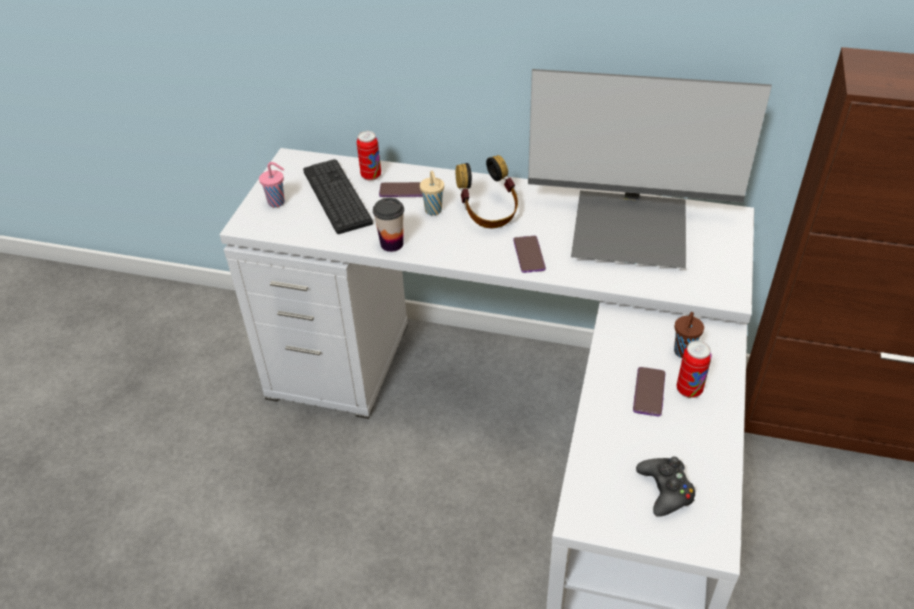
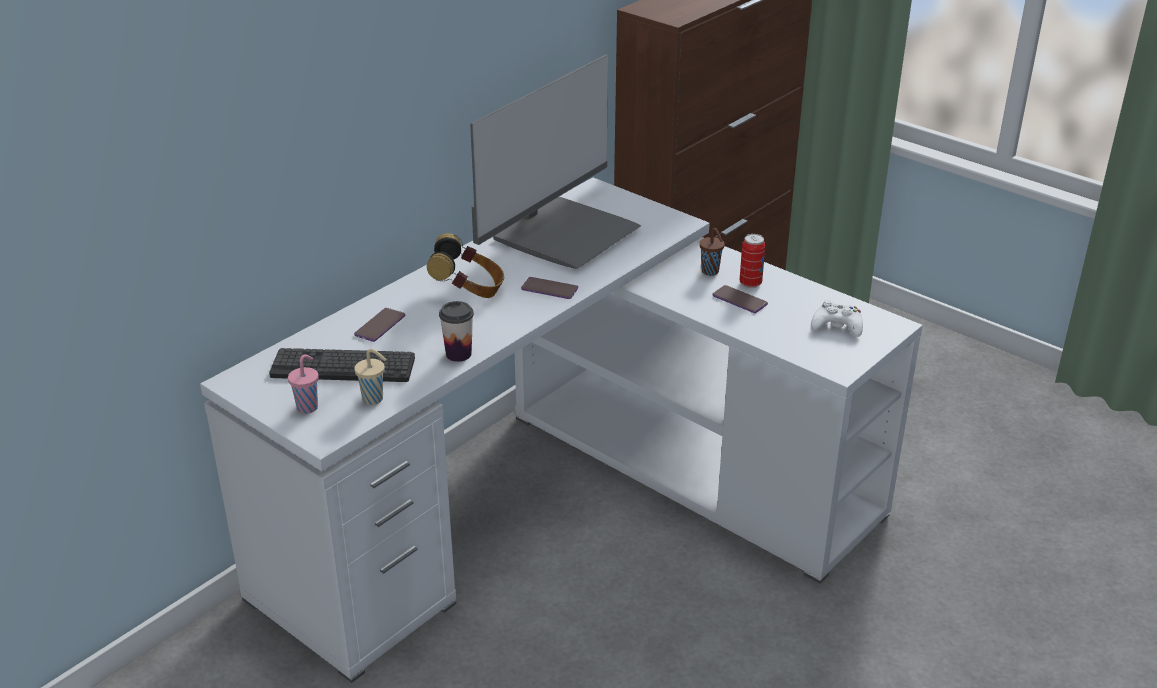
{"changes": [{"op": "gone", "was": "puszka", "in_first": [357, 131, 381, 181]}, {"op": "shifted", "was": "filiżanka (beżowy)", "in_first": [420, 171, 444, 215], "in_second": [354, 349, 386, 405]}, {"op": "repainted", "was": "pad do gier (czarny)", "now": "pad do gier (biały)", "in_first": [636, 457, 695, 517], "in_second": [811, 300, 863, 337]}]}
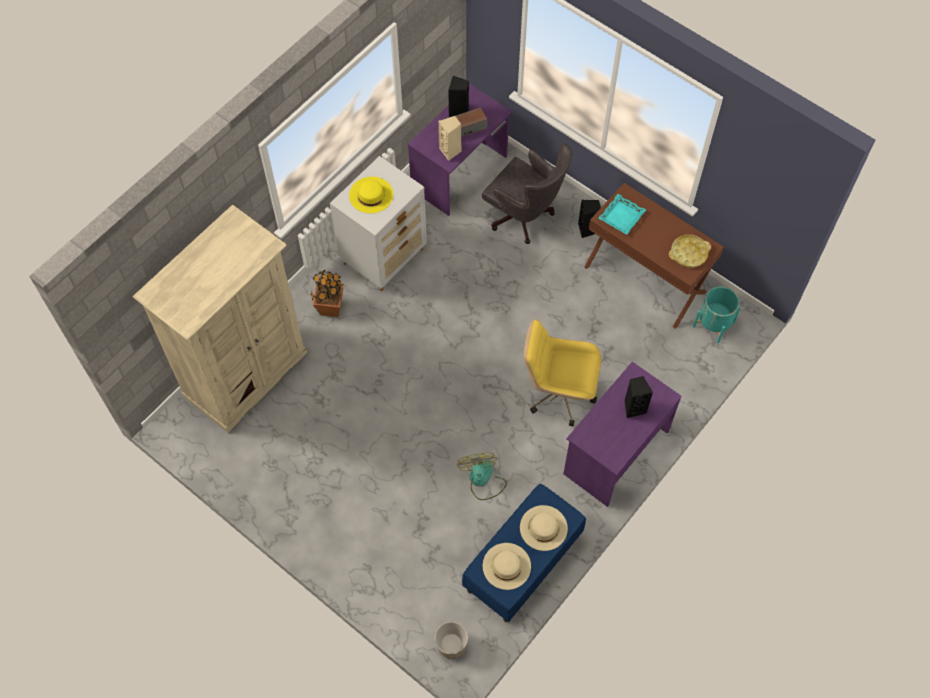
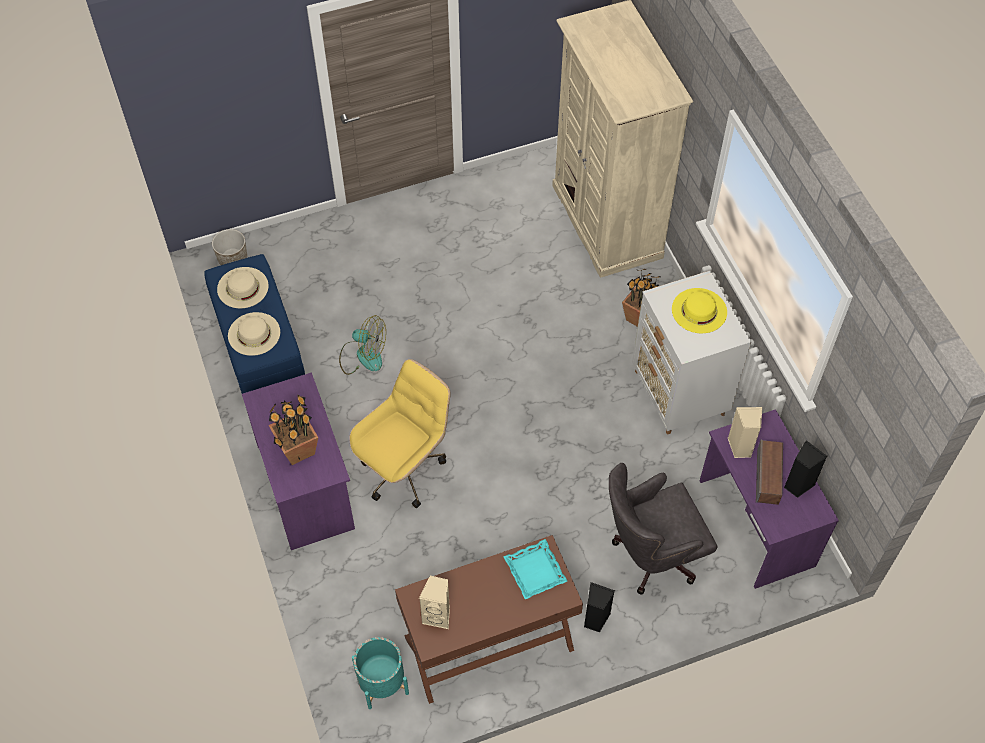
{"changes": [{"op": "swapped", "was": "taca (żółty)", "now": "głośnik (beżowy)", "in_first": [669, 235, 711, 267], "in_second": [419, 576, 450, 629]}, {"op": "swapped", "was": "głośnik (czarny)", "now": "roślina doniczkowa", "in_first": [624, 376, 653, 418], "in_second": [269, 395, 318, 465]}]}
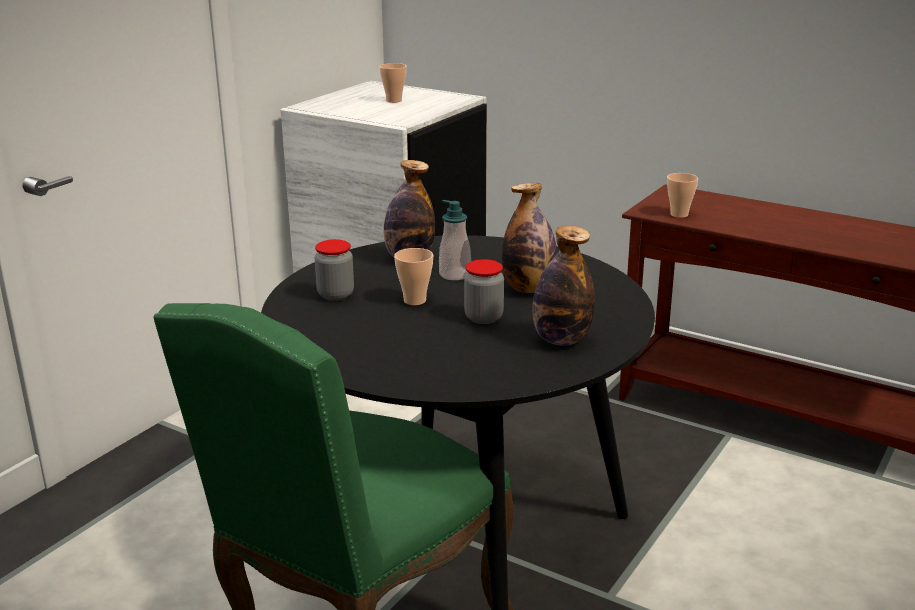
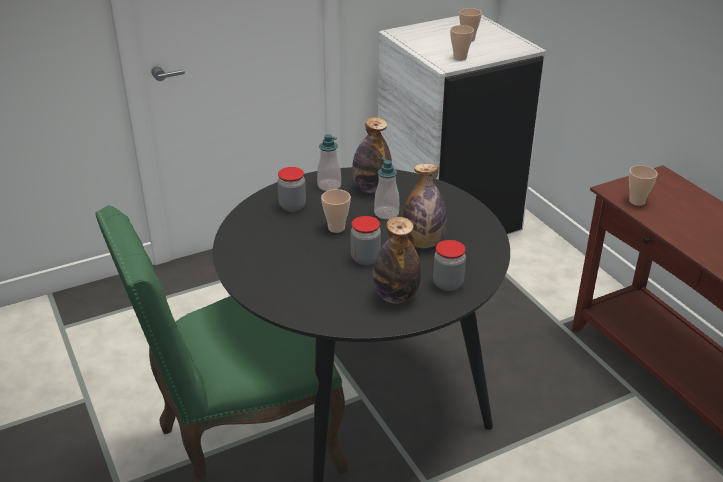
{"changes": [{"op": "new", "now": "filiżanka", "in_second": [450, 25, 474, 61]}, {"op": "new", "now": "dozownik mydła", "in_second": [317, 134, 341, 191]}, {"op": "new", "now": "słoik", "in_second": [433, 240, 466, 291]}]}
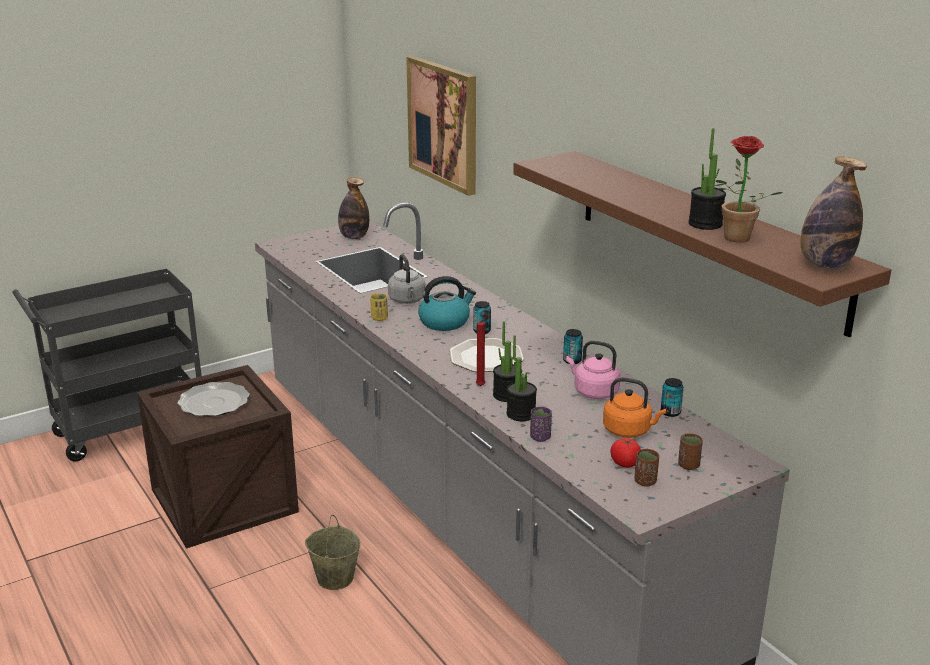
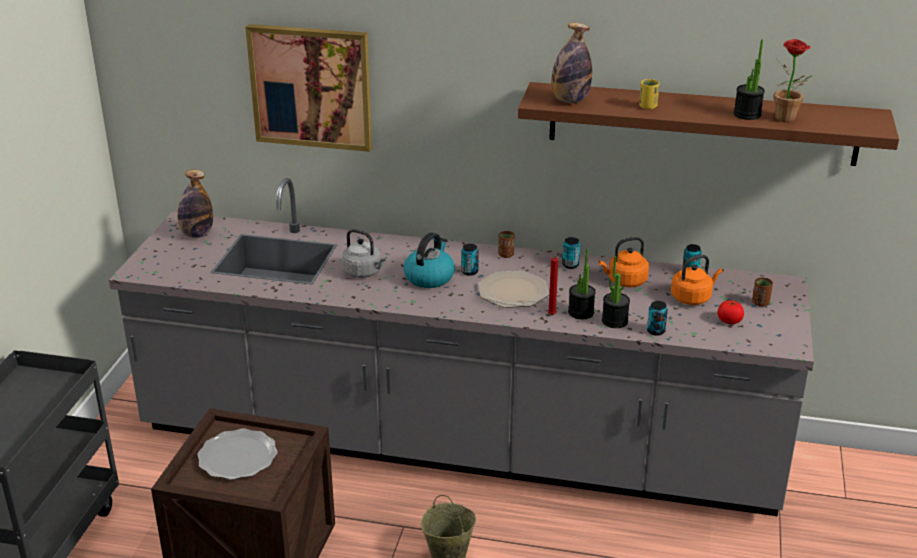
{"changes": [{"op": "shifted", "was": "butelka", "in_first": [800, 157, 867, 269], "in_second": [551, 23, 592, 103]}, {"op": "shifted", "was": "filiżanka (żółty)", "in_first": [370, 293, 388, 321], "in_second": [639, 79, 659, 110]}, {"op": "repainted", "was": "czajnik (różowy)", "now": "czajnik (pomarańczowy)", "in_first": [566, 341, 621, 399], "in_second": [599, 237, 649, 287]}, {"op": "swapped", "was": "filiżanka (fioletowy)", "now": "puszka", "in_first": [530, 407, 552, 442], "in_second": [647, 301, 668, 336]}, {"op": "shifted", "was": "filiżanka (brązowy)", "in_first": [634, 449, 659, 487], "in_second": [498, 231, 515, 258]}]}
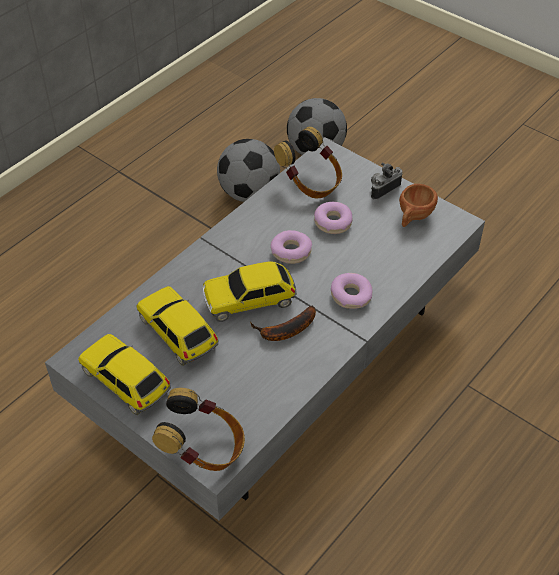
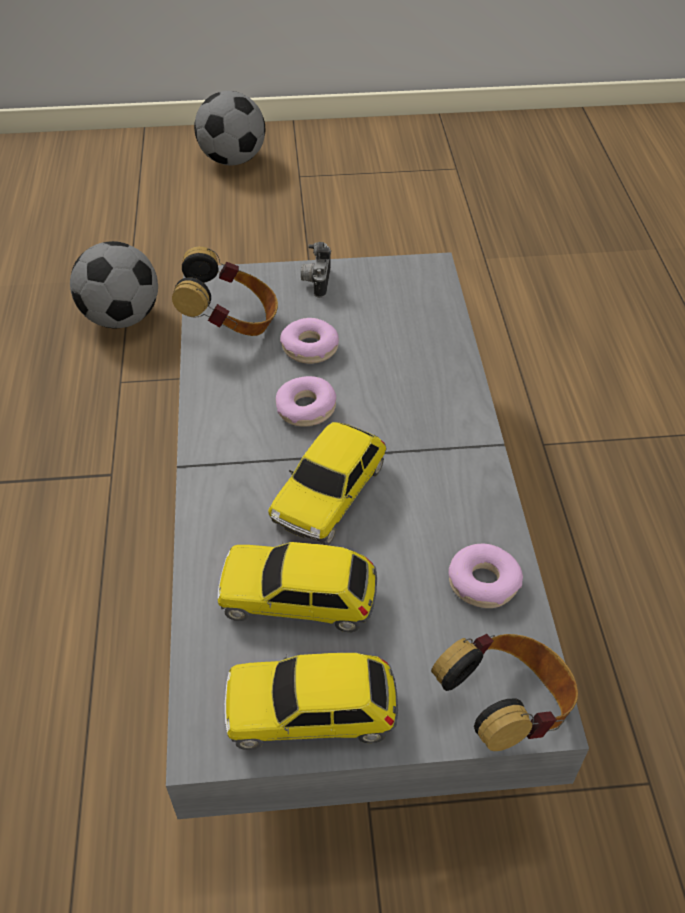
{"changes": [{"op": "shifted", "was": "piłka futbolowa", "in_first": [217, 139, 280, 202], "in_second": [194, 91, 265, 165]}, {"op": "gone", "was": "filiżanka (brązowy)", "in_first": [399, 184, 438, 227]}, {"op": "shifted", "was": "donut", "in_first": [331, 273, 372, 309], "in_second": [448, 544, 523, 608]}, {"op": "gone", "was": "banan", "in_first": [250, 306, 316, 341]}]}
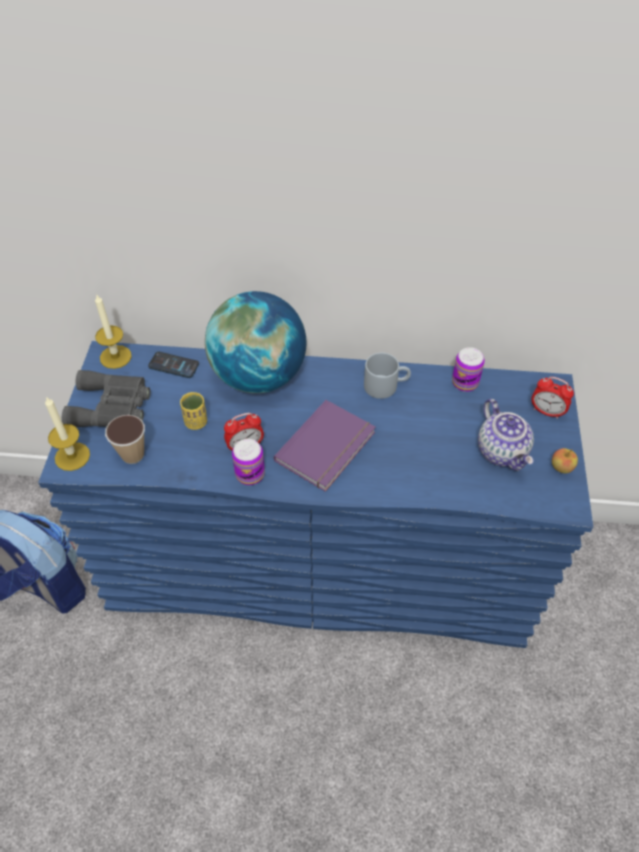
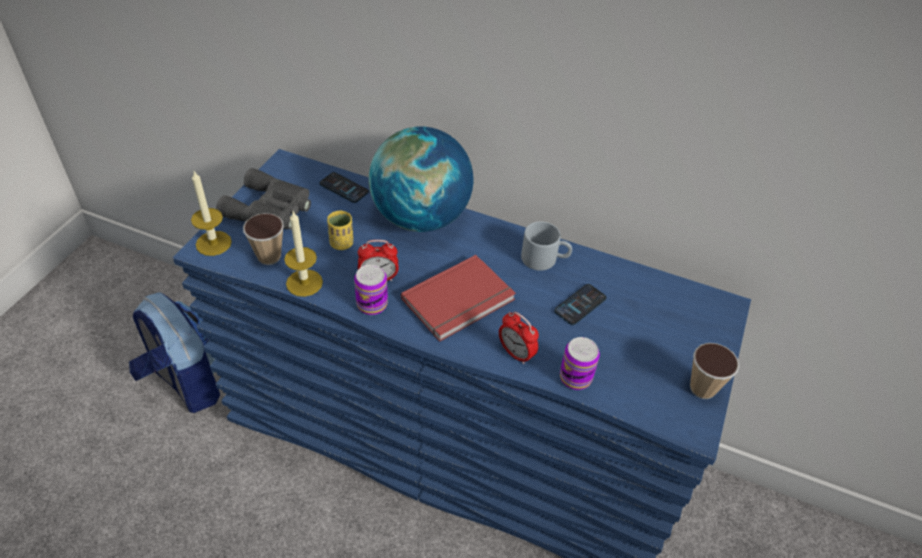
{"changes": [{"op": "shifted", "was": "świeca", "in_first": [95, 295, 132, 369], "in_second": [284, 212, 323, 297]}, {"op": "shifted", "was": "puszka", "in_first": [452, 347, 485, 392], "in_second": [560, 337, 600, 390]}, {"op": "shifted", "was": "budzik", "in_first": [532, 377, 574, 419], "in_second": [499, 312, 539, 364]}, {"op": "gone", "was": "imbryk", "in_first": [478, 399, 534, 471]}, {"op": "repainted", "was": "książka (fioletowy)", "now": "książka (czerwony)", "in_first": [274, 400, 376, 492], "in_second": [401, 255, 516, 342]}, {"op": "swapped", "was": "jabłko", "now": "filiżanka", "in_first": [552, 448, 578, 473], "in_second": [690, 343, 739, 399]}, {"op": "new", "now": "telefon", "in_second": [554, 284, 607, 325]}]}
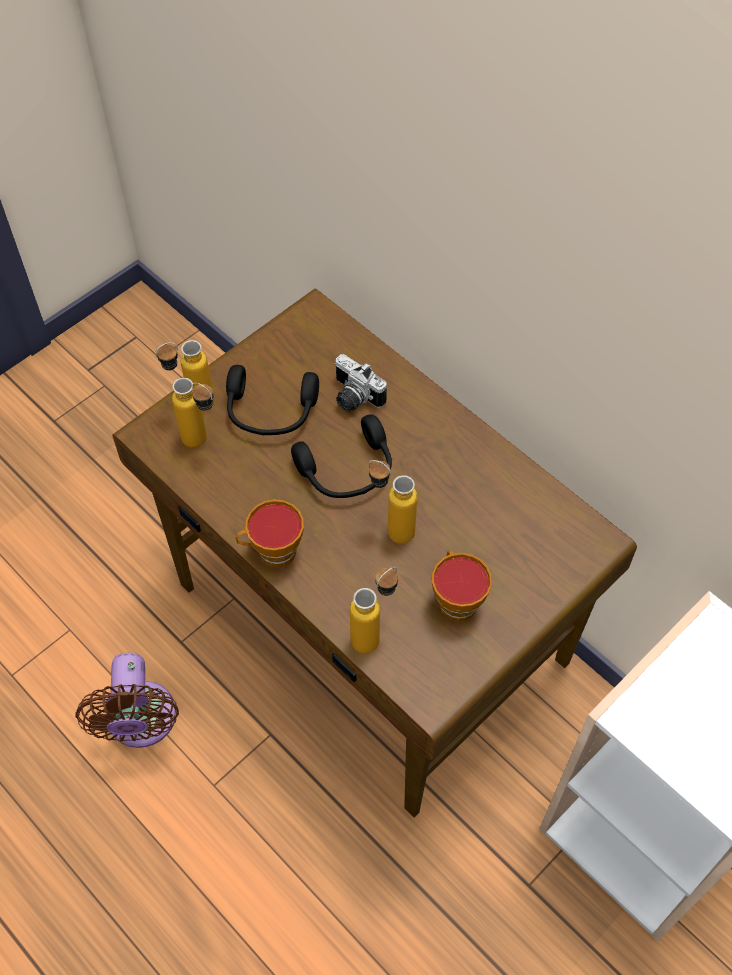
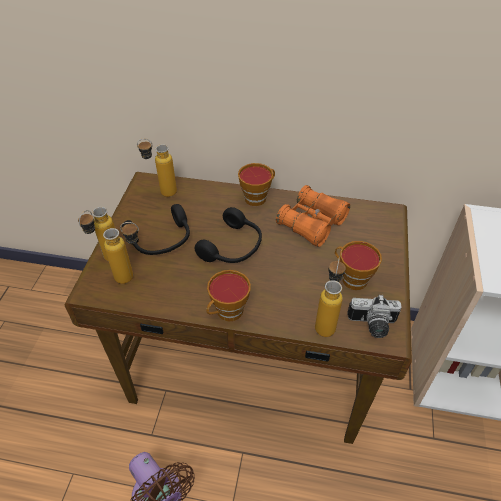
{"changes": [{"op": "shifted", "was": "aparat fotograficzny", "in_first": [334, 354, 387, 412], "in_second": [347, 295, 402, 338]}, {"op": "shifted", "was": "butelka", "in_first": [369, 460, 417, 544], "in_second": [137, 138, 177, 197]}, {"op": "new", "now": "filiżanka", "in_second": [238, 163, 275, 206]}, {"op": "new", "now": "lornetka (pomarańczowy)", "in_second": [276, 185, 350, 247]}]}
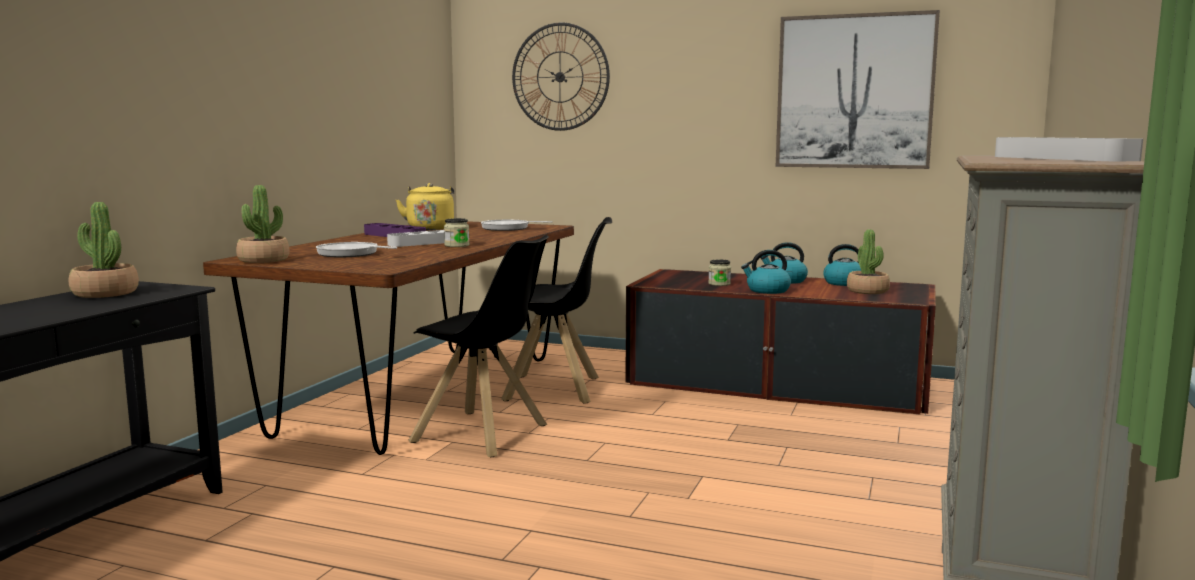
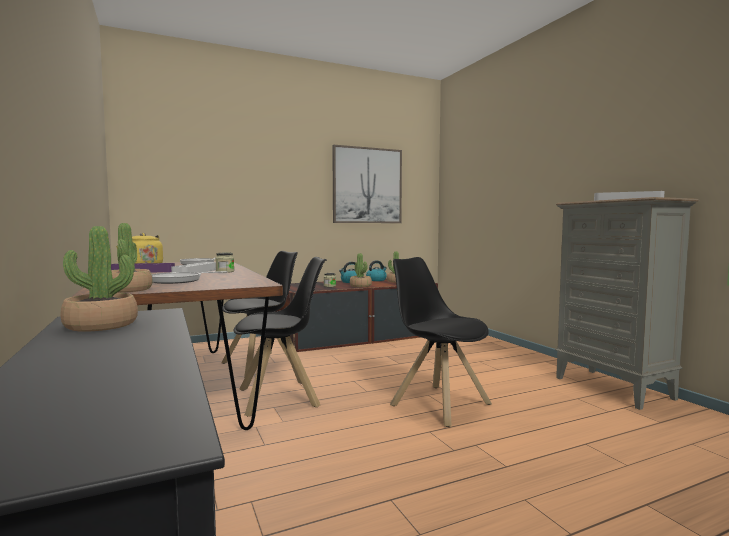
{"changes": [{"op": "gone", "was": "zegar ścienny", "in_first": [512, 23, 610, 131]}, {"op": "swapped", "was": "czajnik", "now": "roślina doniczkowa", "in_first": [741, 250, 791, 294], "in_second": [350, 253, 372, 287]}, {"op": "new", "now": "krzesło (czarny)", "in_second": [390, 257, 492, 427]}]}
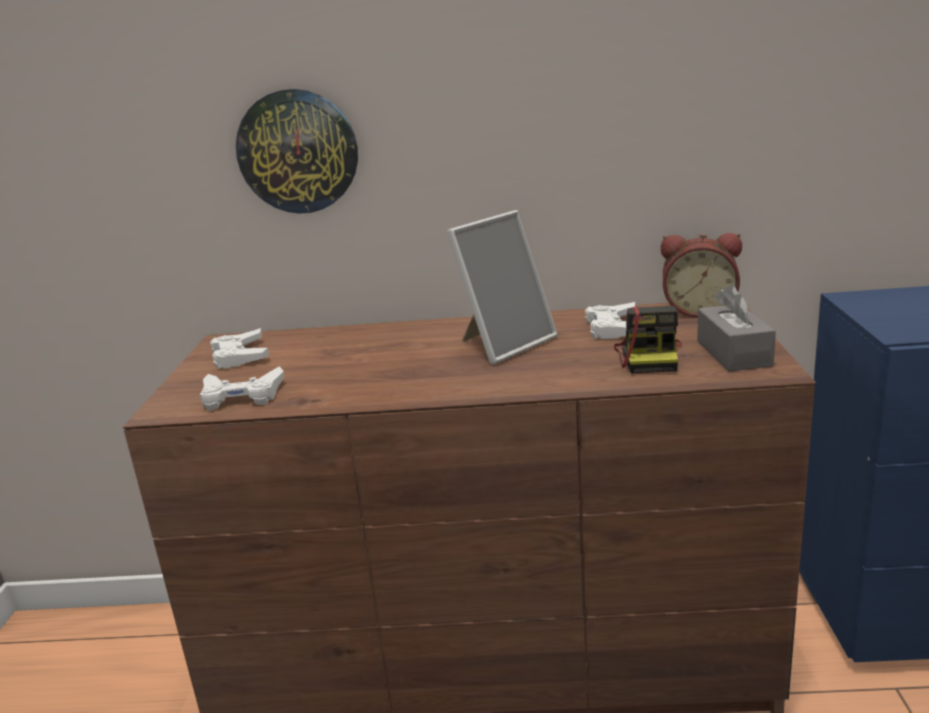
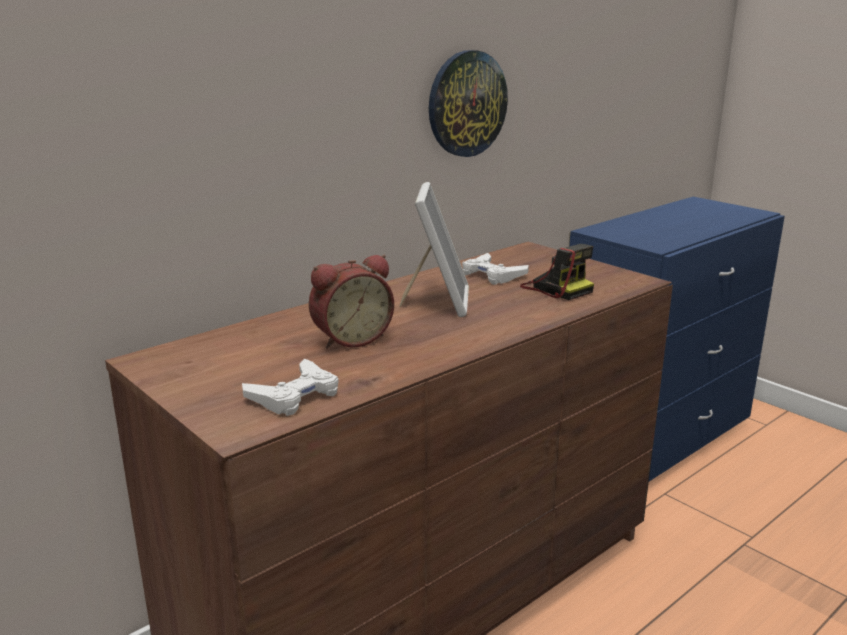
{"changes": [{"op": "shifted", "was": "zegar ścienny", "in_first": [236, 89, 358, 214], "in_second": [429, 50, 508, 157]}, {"op": "shifted", "was": "budzik", "in_first": [661, 233, 742, 318], "in_second": [309, 255, 394, 349]}, {"op": "gone", "was": "pudełko chusteczek (szary)", "in_first": [697, 284, 776, 372]}, {"op": "gone", "was": "pad do gier (biały)", "in_first": [210, 328, 269, 369]}]}
